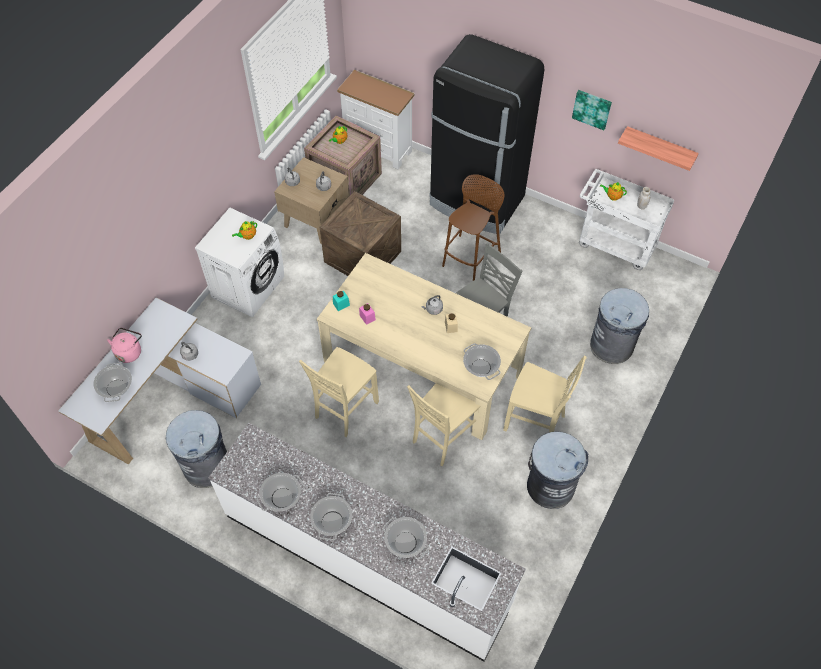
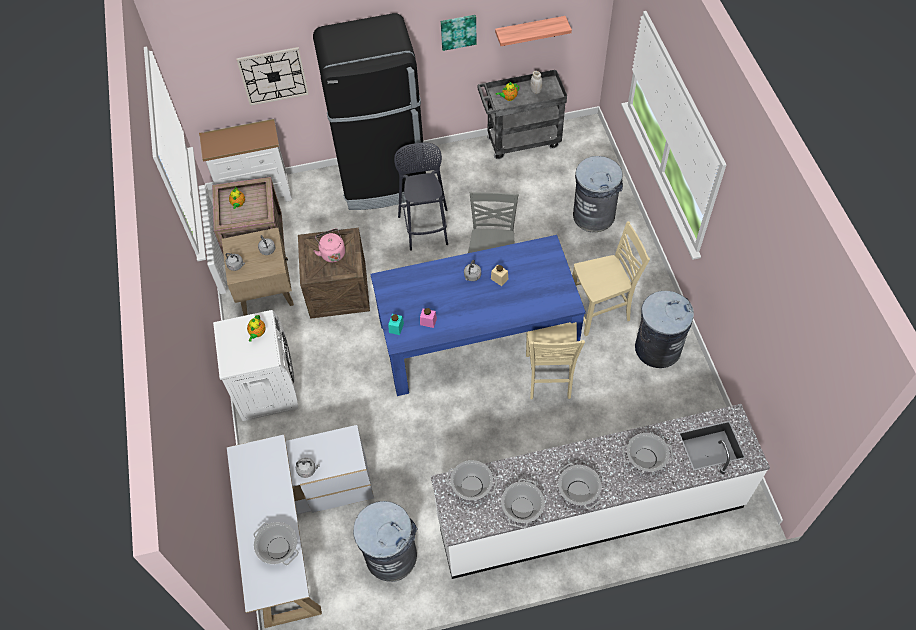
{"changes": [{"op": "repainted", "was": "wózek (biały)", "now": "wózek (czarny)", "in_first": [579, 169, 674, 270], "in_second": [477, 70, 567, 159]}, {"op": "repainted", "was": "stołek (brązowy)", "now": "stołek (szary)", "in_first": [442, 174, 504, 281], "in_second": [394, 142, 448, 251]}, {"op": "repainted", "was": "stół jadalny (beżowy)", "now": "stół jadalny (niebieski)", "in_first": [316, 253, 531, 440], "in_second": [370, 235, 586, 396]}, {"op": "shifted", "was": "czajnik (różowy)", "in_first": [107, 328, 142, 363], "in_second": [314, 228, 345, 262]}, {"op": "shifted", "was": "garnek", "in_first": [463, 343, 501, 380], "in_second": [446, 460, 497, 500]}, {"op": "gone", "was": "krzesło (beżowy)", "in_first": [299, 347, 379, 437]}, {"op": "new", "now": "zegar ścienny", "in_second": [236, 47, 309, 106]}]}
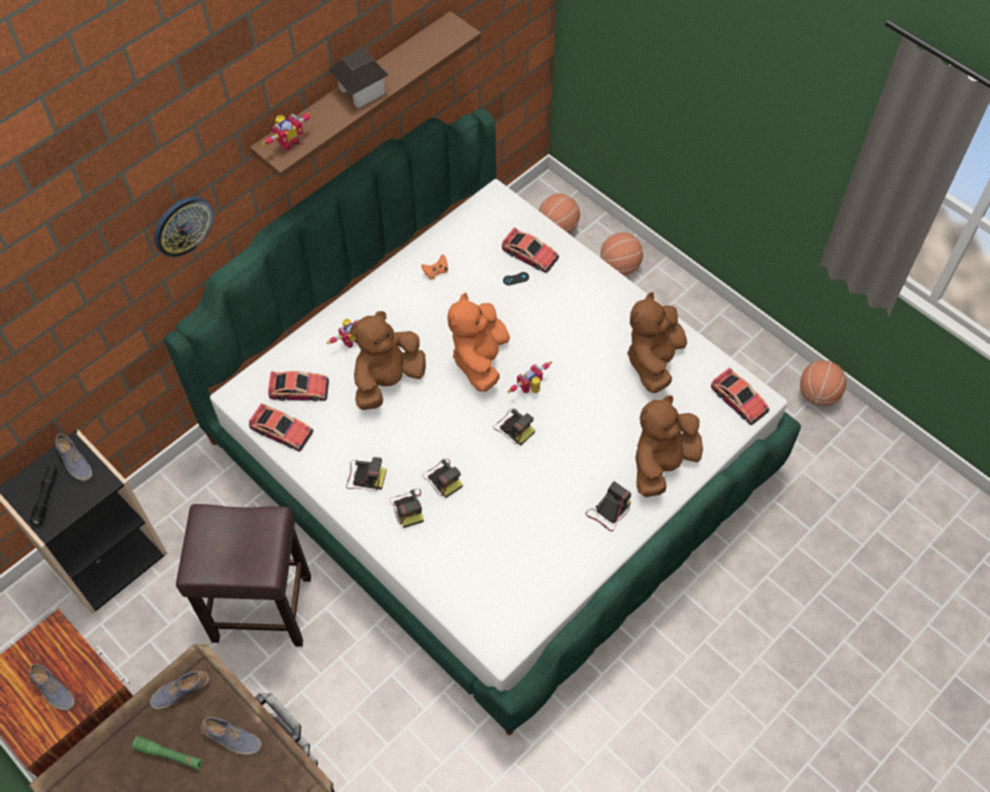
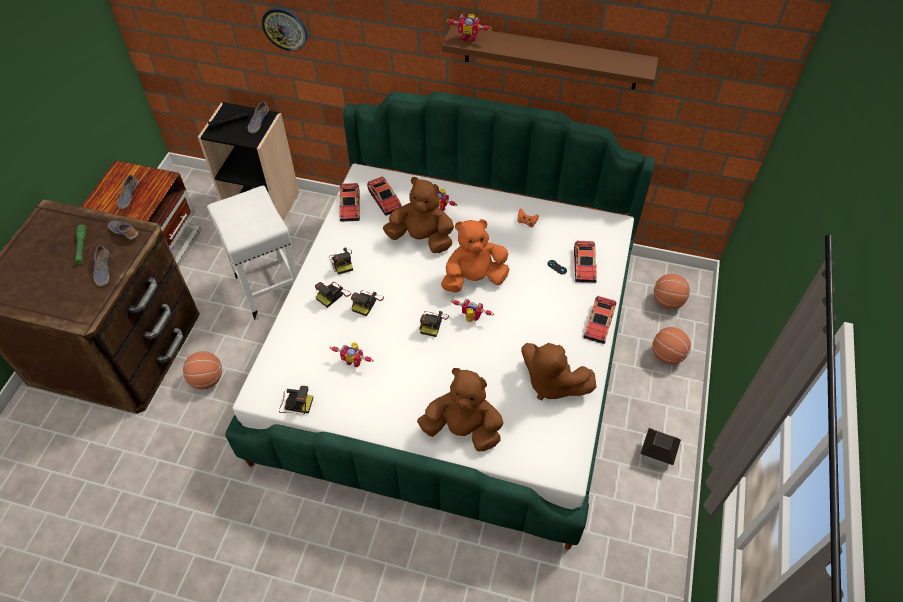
{"changes": [{"op": "shifted", "was": "domek", "in_first": [329, 48, 388, 108], "in_second": [640, 428, 681, 470]}, {"op": "shifted", "was": "zegar ścienny", "in_first": [154, 197, 214, 257], "in_second": [262, 7, 308, 51]}, {"op": "rotated", "was": "pluszak (brązowy)", "in_first": [627, 292, 687, 393], "in_second": [521, 343, 596, 400], "clockwise": -135}, {"op": "shifted", "was": "piłka do koszykówki", "in_first": [800, 360, 846, 406], "in_second": [183, 351, 222, 389]}, {"op": "shifted", "was": "samochodzik", "in_first": [711, 367, 769, 425], "in_second": [583, 296, 616, 344]}, {"op": "shifted", "was": "aparat fotograficzny", "in_first": [586, 481, 631, 531], "in_second": [279, 386, 313, 415]}, {"op": "repainted", "was": "stołek (brązowy)", "now": "stołek (biały)", "in_first": [176, 504, 311, 647], "in_second": [207, 186, 298, 320]}, {"op": "new", "now": "robot zabawkowy", "in_second": [329, 342, 374, 367]}]}
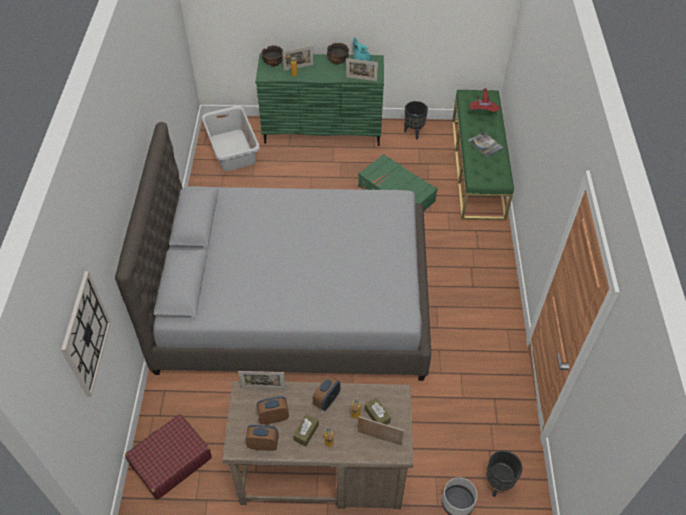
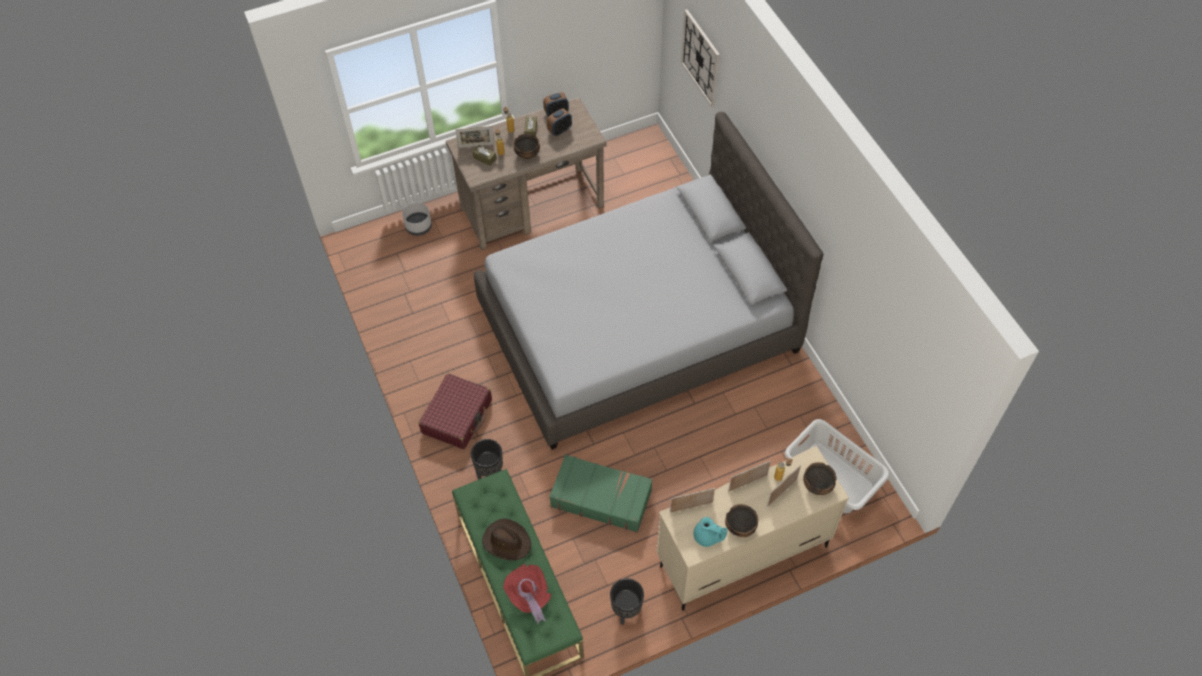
{"changes": [{"op": "repainted", "was": "komoda (zielony)", "now": "komoda (beżowy)", "in_first": [255, 53, 384, 146], "in_second": [656, 446, 849, 611]}, {"op": "swapped", "was": "książka", "now": "kapelusz (brązowy)", "in_first": [468, 132, 504, 157], "in_second": [482, 519, 531, 560]}, {"op": "shifted", "was": "ramka na zdjęcie", "in_first": [238, 371, 286, 389], "in_second": [728, 460, 771, 492]}, {"op": "swapped", "was": "budzik", "now": "miska", "in_first": [313, 375, 340, 411], "in_second": [513, 134, 540, 159]}, {"op": "shifted", "was": "walizka (czerwony)", "in_first": [125, 414, 212, 500], "in_second": [418, 373, 492, 449]}, {"op": "shifted", "was": "donica (czarny)", "in_first": [486, 450, 522, 497], "in_second": [471, 439, 503, 480]}]}
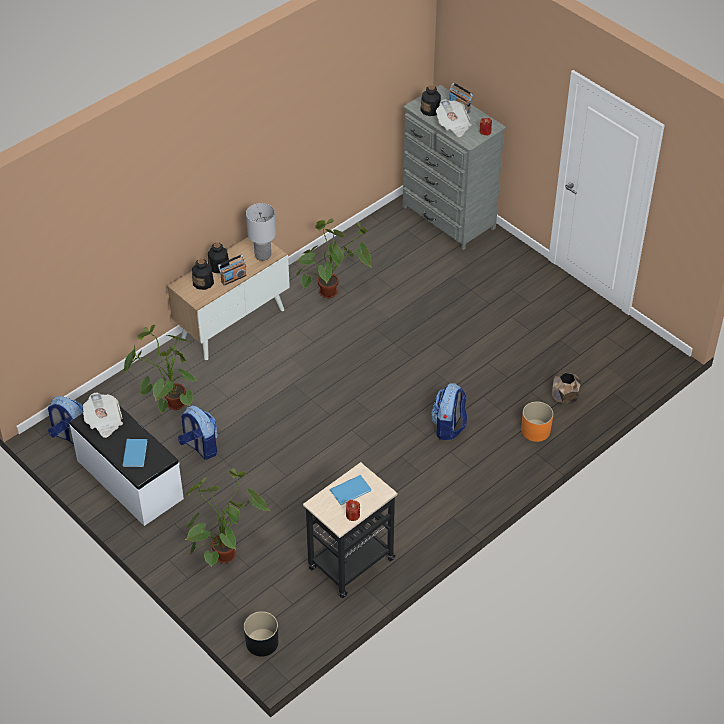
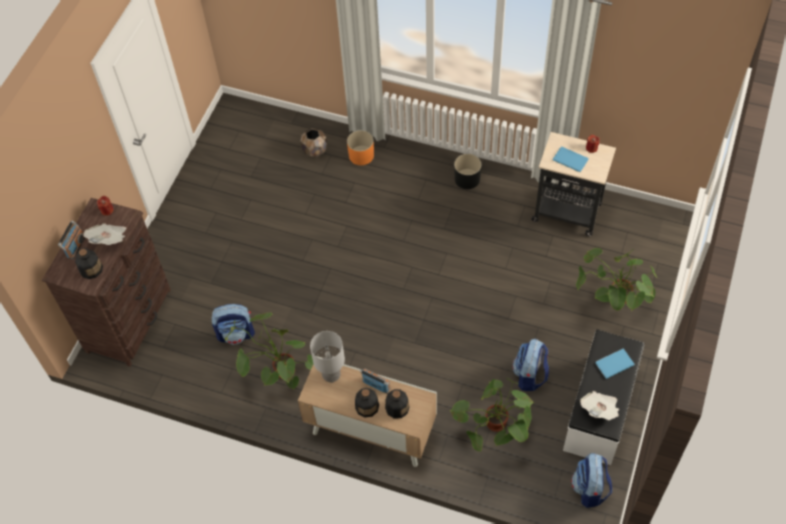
{"changes": [{"op": "repainted", "was": "komoda (szary)", "now": "komoda (brązowy)", "in_first": [403, 85, 506, 250], "in_second": [42, 198, 171, 366]}, {"op": "shifted", "was": "plecak", "in_first": [431, 383, 467, 440], "in_second": [211, 304, 255, 344]}, {"op": "shifted", "was": "donica (czarny)", "in_first": [244, 611, 278, 657], "in_second": [454, 154, 481, 189]}]}
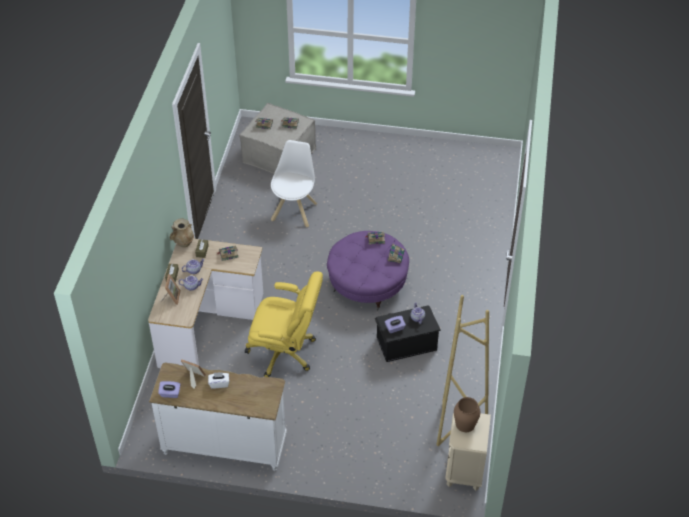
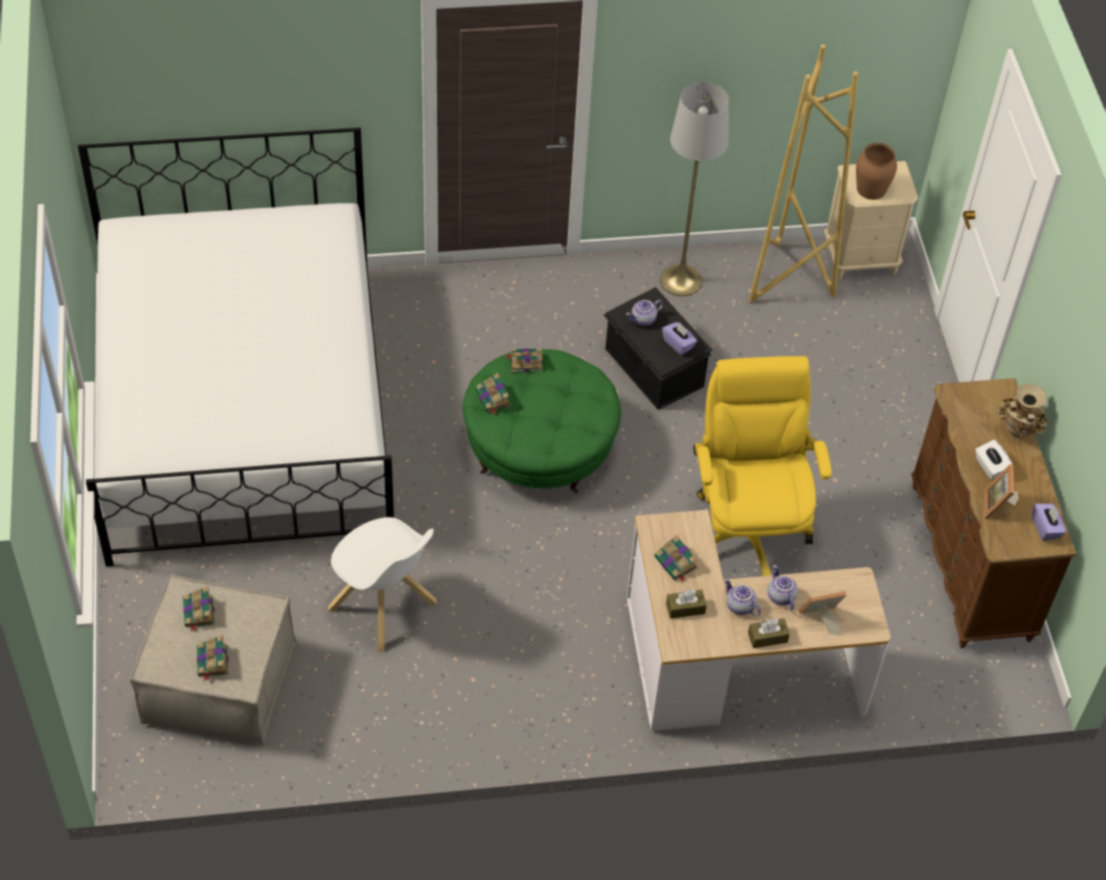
{"changes": [{"op": "rotated", "was": "krzesło (biały)", "in_first": [271, 140, 317, 228], "in_second": [328, 517, 437, 652], "clockwise": -135}, {"op": "shifted", "was": "wazon (beżowy)", "in_first": [170, 218, 194, 247], "in_second": [998, 384, 1048, 438]}, {"op": "repainted", "was": "pufa (fioletowy)", "now": "pufa (zielony)", "in_first": [327, 231, 409, 310], "in_second": [463, 349, 621, 493]}, {"op": "repainted", "was": "komoda (biały)", "now": "komoda (brązowy)", "in_first": [149, 363, 287, 471], "in_second": [911, 378, 1076, 648]}, {"op": "new", "now": "lampa stojąca (szary)", "in_second": [660, 82, 729, 296]}, {"op": "new", "now": "łóżko (biały)", "in_second": [78, 128, 394, 567]}]}
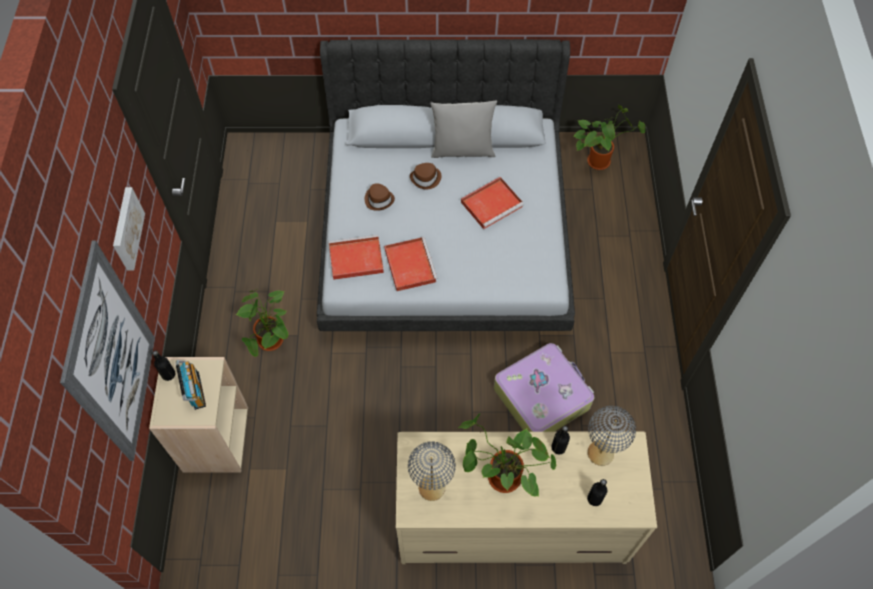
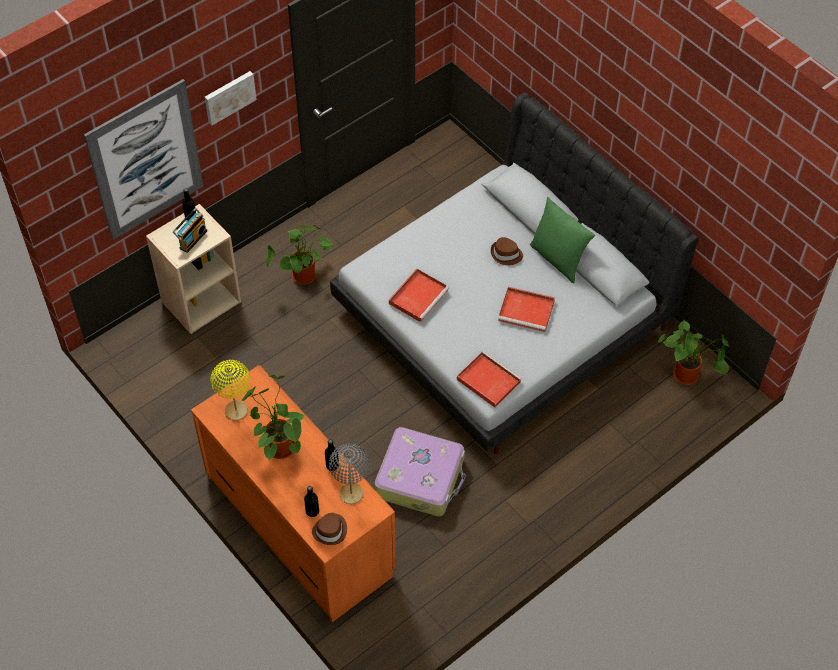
{"changes": [{"op": "repainted", "was": "poduszka (szary)", "now": "poduszka (zielony)", "in_first": [430, 101, 497, 158], "in_second": [530, 197, 595, 283]}, {"op": "shifted", "was": "kapelusz (brązowy)", "in_first": [365, 183, 395, 211], "in_second": [312, 513, 347, 545]}, {"op": "shifted", "was": "taca (czerwony)", "in_first": [329, 235, 384, 280], "in_second": [457, 351, 522, 408]}, {"op": "repainted", "was": "komoda (beżowy)", "now": "komoda (pomarańczowy)", "in_first": [396, 432, 657, 564], "in_second": [191, 365, 396, 622]}, {"op": "repainted", "was": "lampa stołowa (szary)", "now": "lampa stołowa (żółty)", "in_first": [408, 441, 456, 501], "in_second": [211, 360, 250, 420]}]}
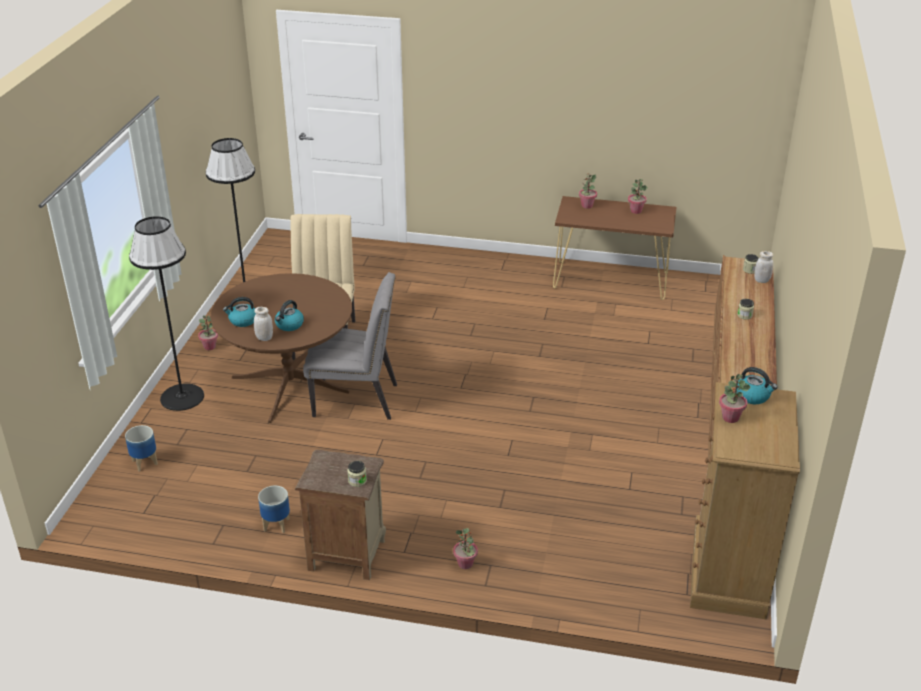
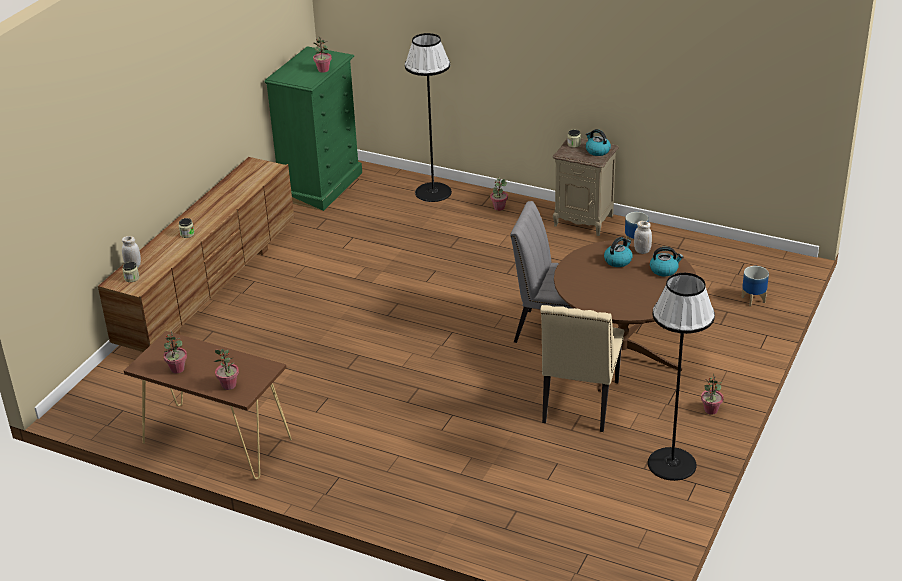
{"changes": [{"op": "shifted", "was": "lampa stojąca (czarny)", "in_first": [129, 216, 204, 411], "in_second": [405, 33, 452, 202]}, {"op": "shifted", "was": "czajnik", "in_first": [736, 367, 778, 404], "in_second": [586, 129, 611, 156]}, {"op": "repainted", "was": "komoda (brązowy)", "now": "komoda (zielony)", "in_first": [690, 382, 800, 619], "in_second": [264, 46, 362, 211]}]}
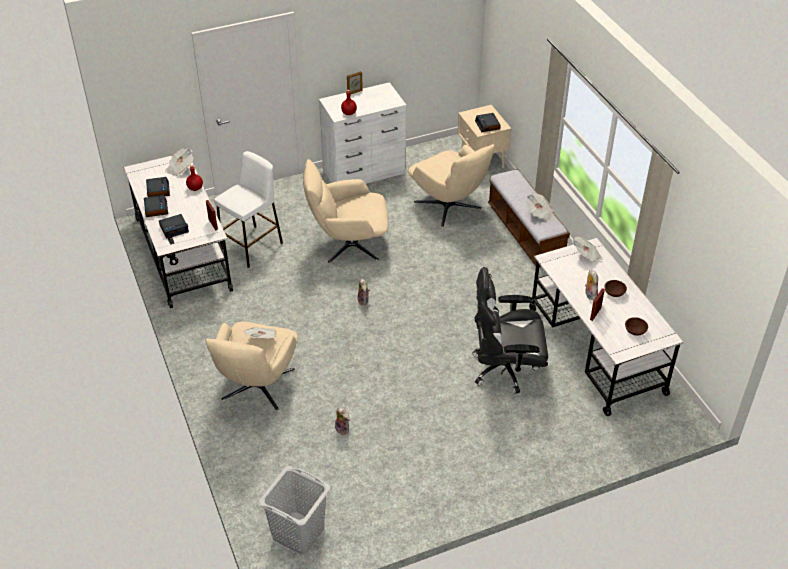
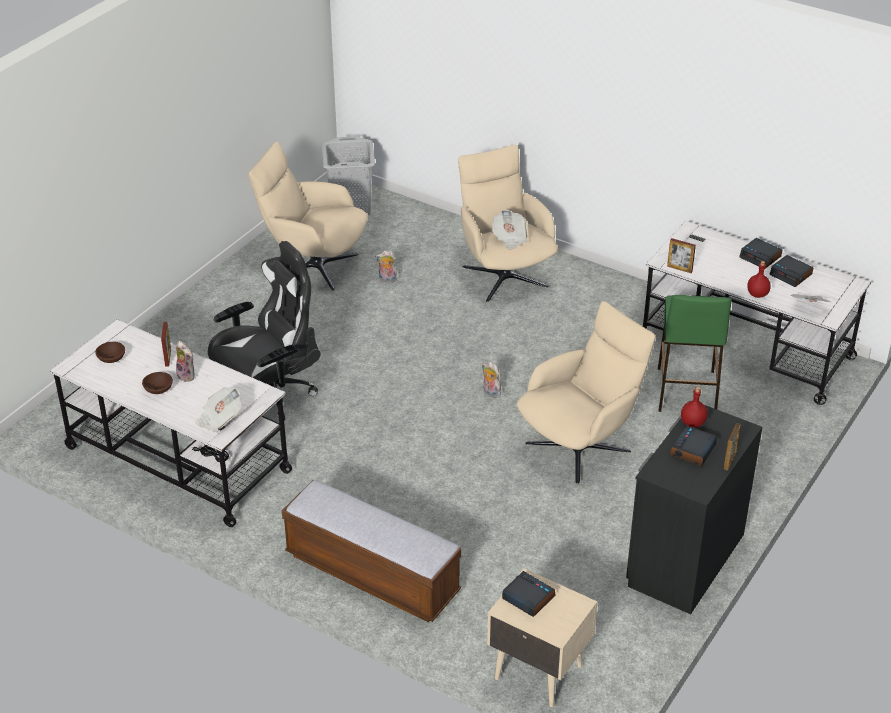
{"changes": [{"op": "repainted", "was": "komoda (biały)", "now": "komoda (czarny)", "in_first": [319, 82, 406, 184], "in_second": [626, 405, 762, 614]}, {"op": "shifted", "was": "fotel (beżowy)", "in_first": [408, 144, 495, 227], "in_second": [248, 142, 368, 291]}, {"op": "repainted", "was": "stołek (biały)", "now": "stołek (zielony)", "in_first": [214, 151, 283, 268], "in_second": [658, 295, 732, 412]}, {"op": "gone", "was": "gazeta", "in_first": [526, 194, 554, 222]}, {"op": "shifted", "was": "budzik", "in_first": [159, 214, 189, 239], "in_second": [669, 426, 717, 466]}]}
